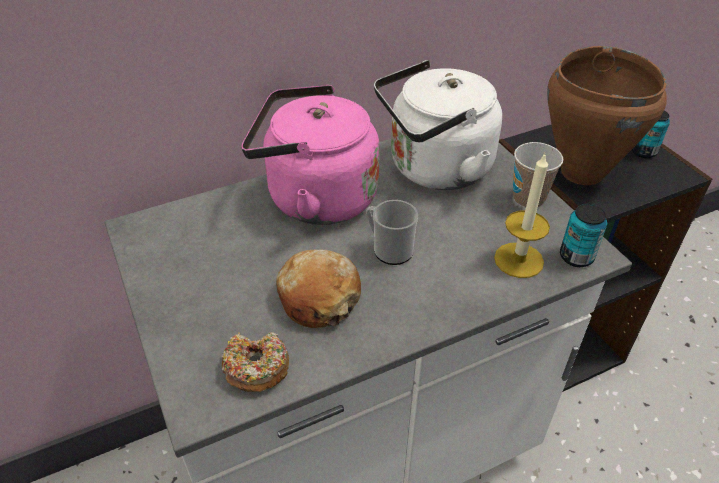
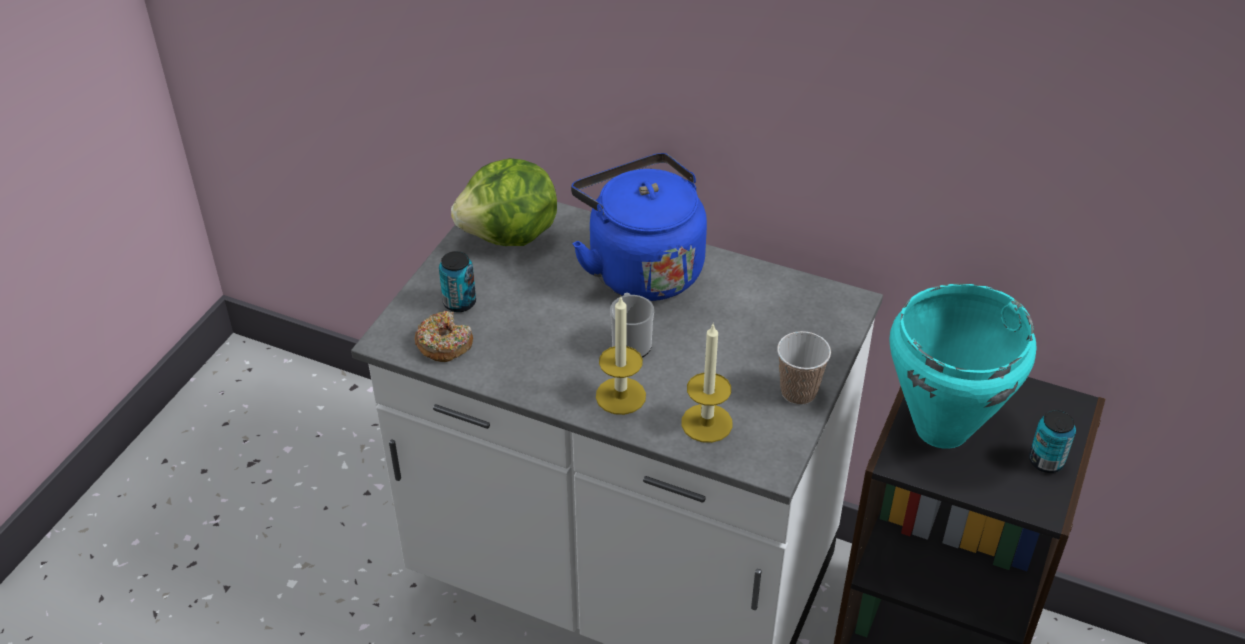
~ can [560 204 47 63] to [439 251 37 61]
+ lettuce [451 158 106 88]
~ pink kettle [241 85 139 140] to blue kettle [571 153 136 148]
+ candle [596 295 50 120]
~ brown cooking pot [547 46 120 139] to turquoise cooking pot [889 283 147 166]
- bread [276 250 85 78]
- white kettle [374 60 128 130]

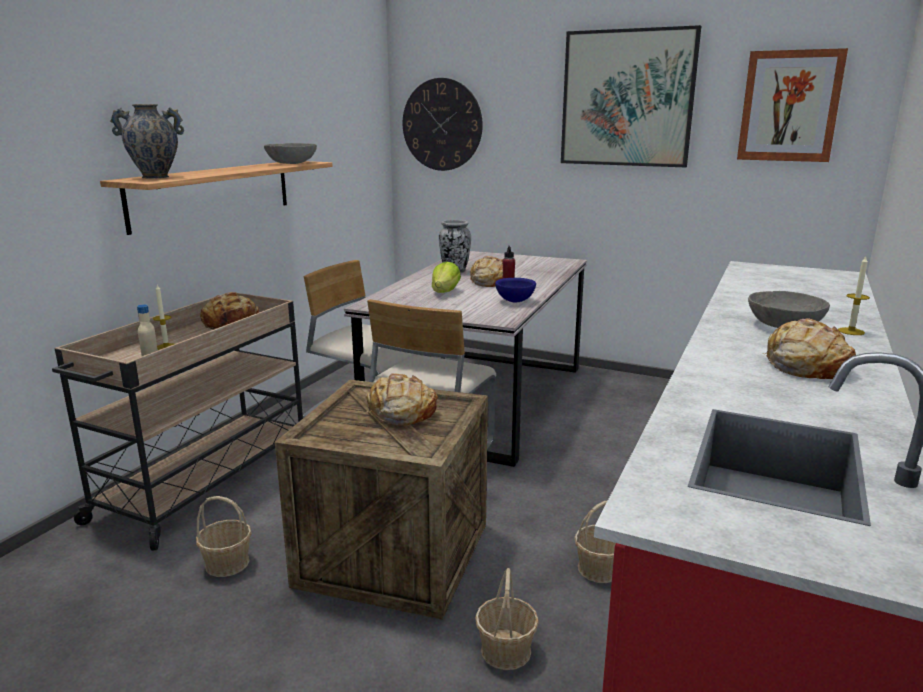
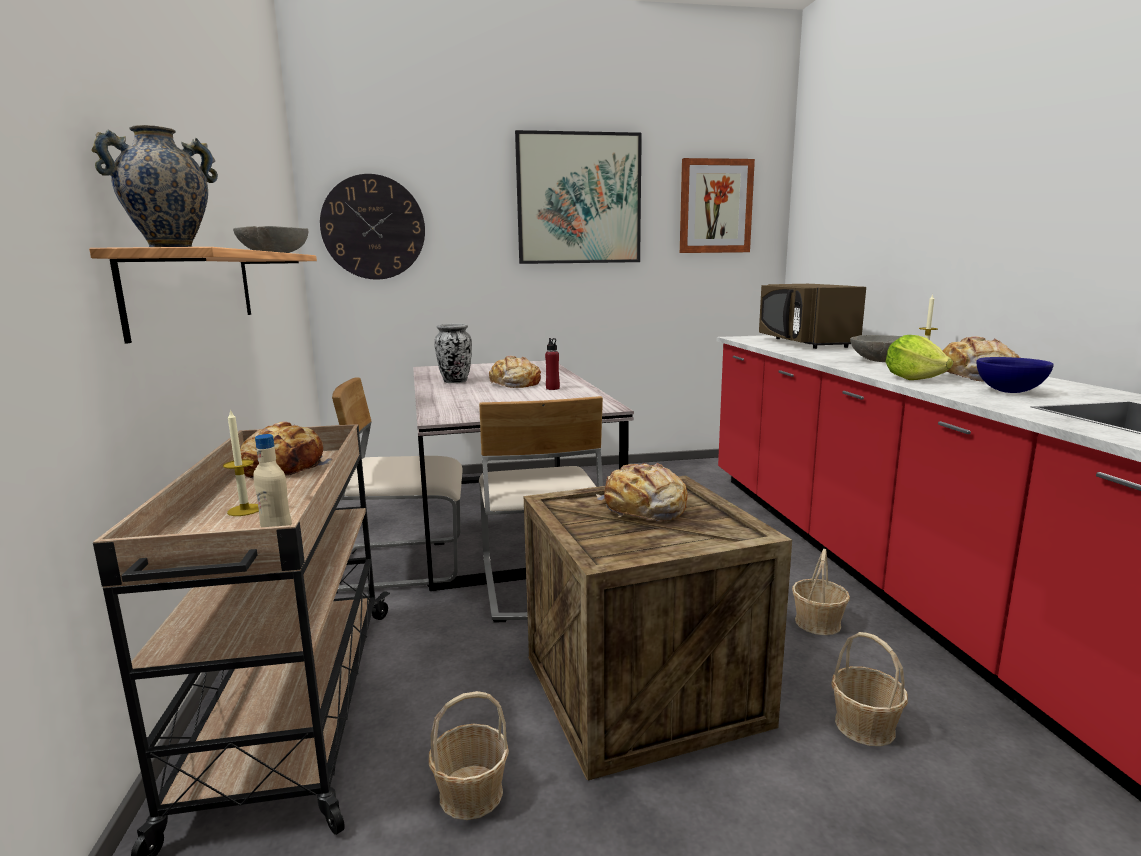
+ brown microwave [759 284 107 65]
~ lettuce [432 262 29 31] to [885 335 68 45]
~ blue bowl [495 278 41 24] to [977 357 77 36]

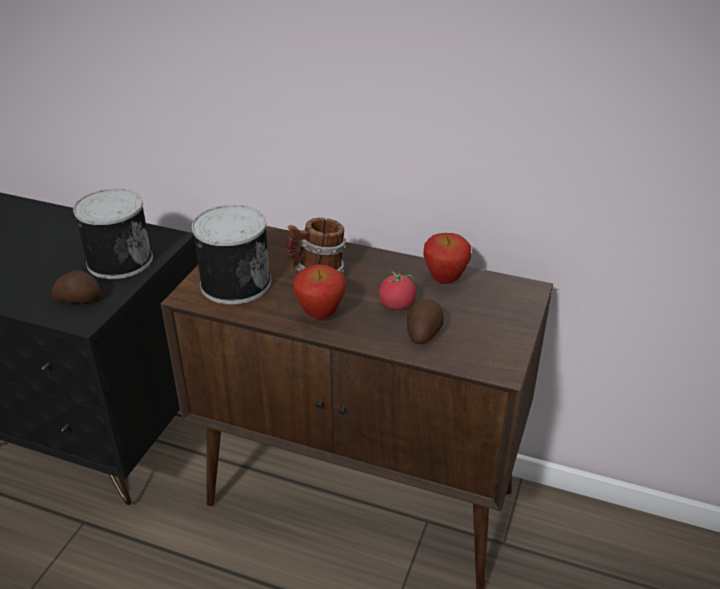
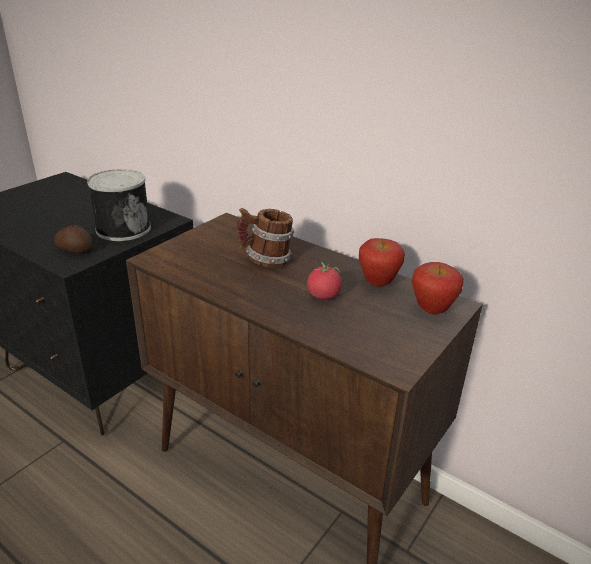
~ apple [294 264 52 55] to [412 262 52 52]
- can [192 204 79 100]
- potato [407 299 37 45]

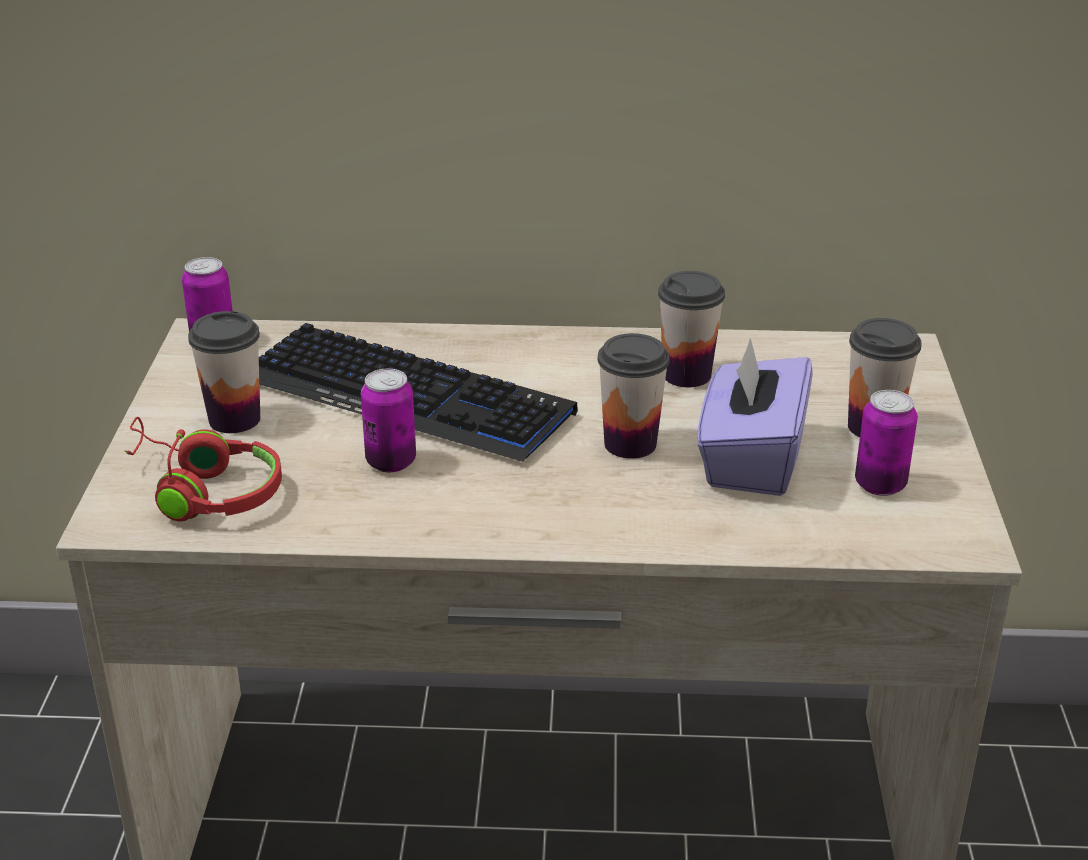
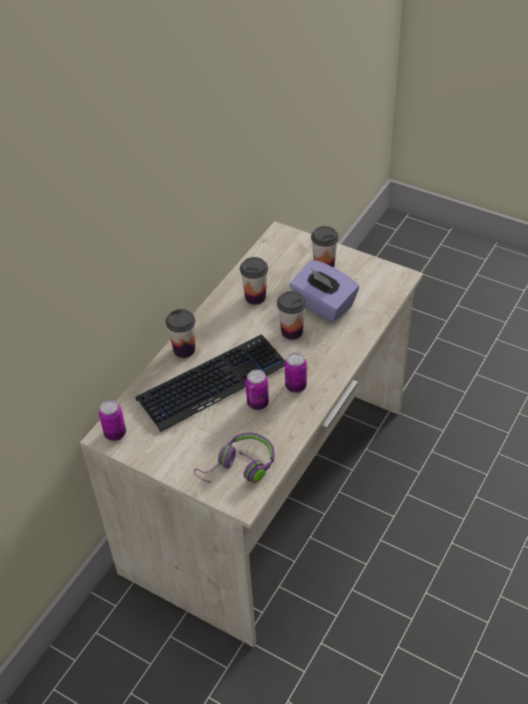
~ cup [188 311 72 122] to [166 309 29 49]
~ red headphones [125 417 157 105] to purple headphones [194 433 81 50]
~ can [855 390 63 106] to [285 353 22 40]

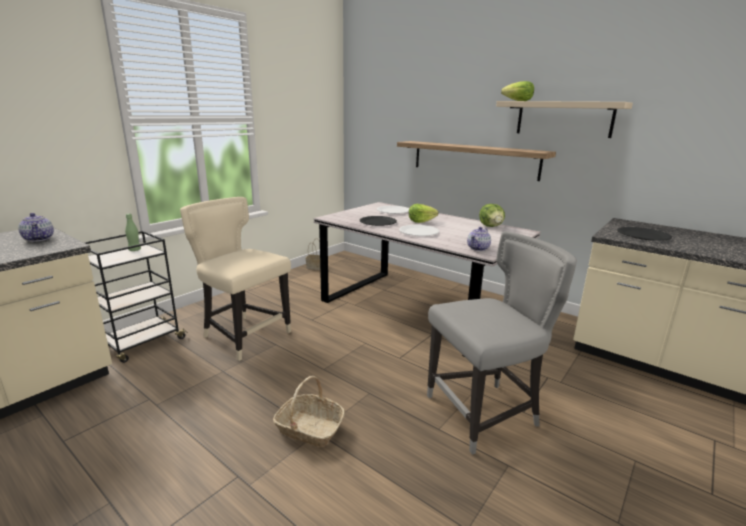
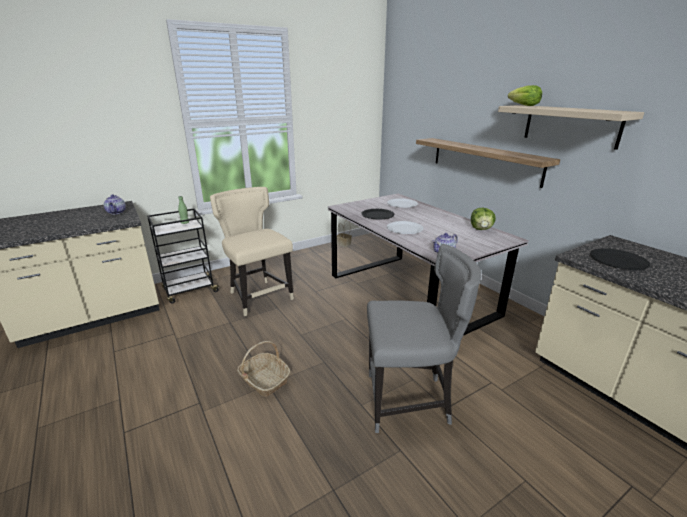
- lettuce [409 204 29 19]

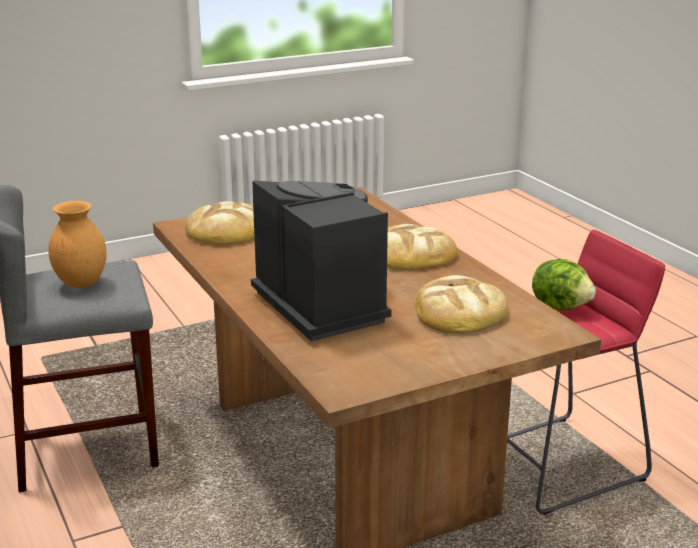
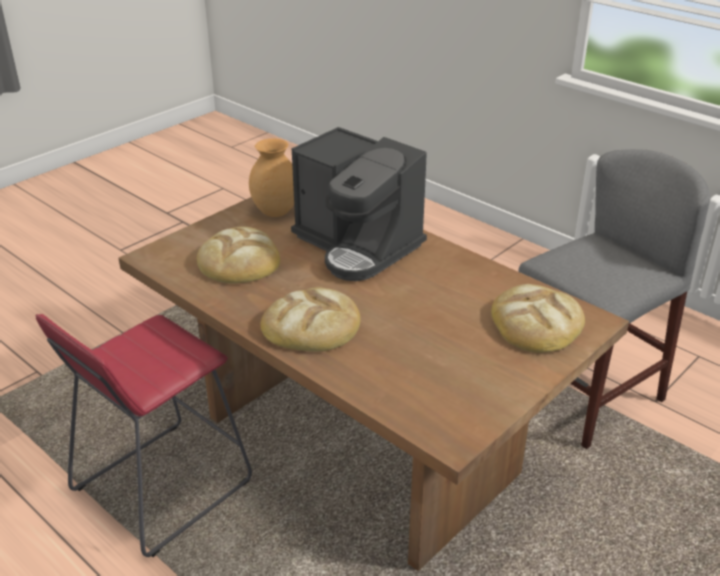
~ brown vase [48 201 59 87] to [249 138 45 79]
- lettuce [532 259 64 51]

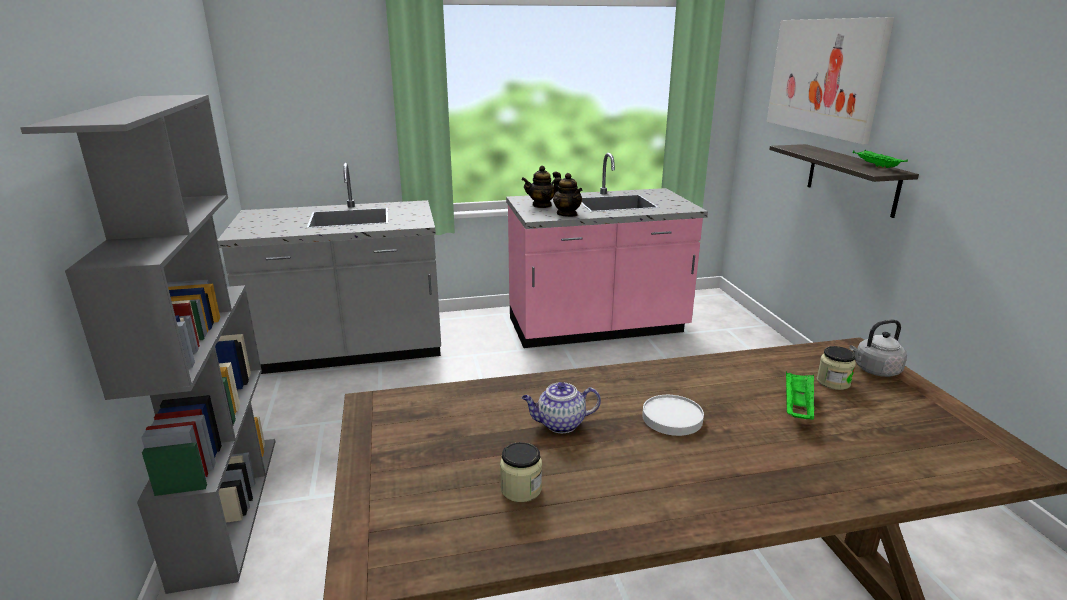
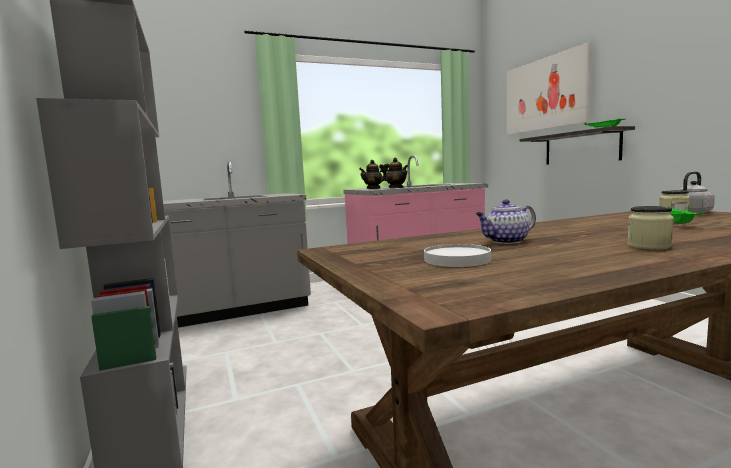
~ white plate [642 395 62 41] to [424 244 67 23]
~ jar [500 442 42 60] to [627 206 47 44]

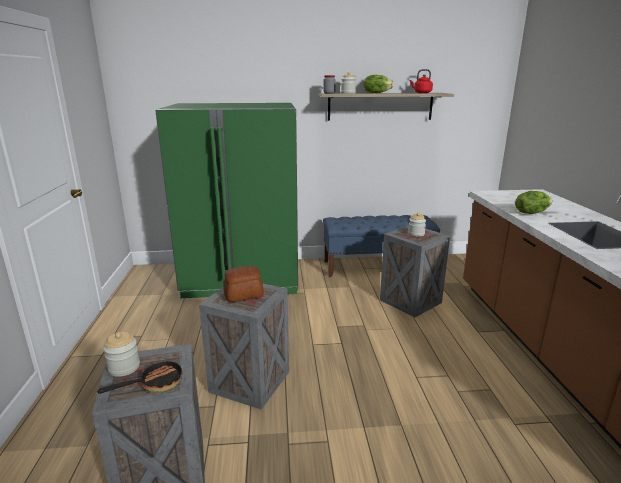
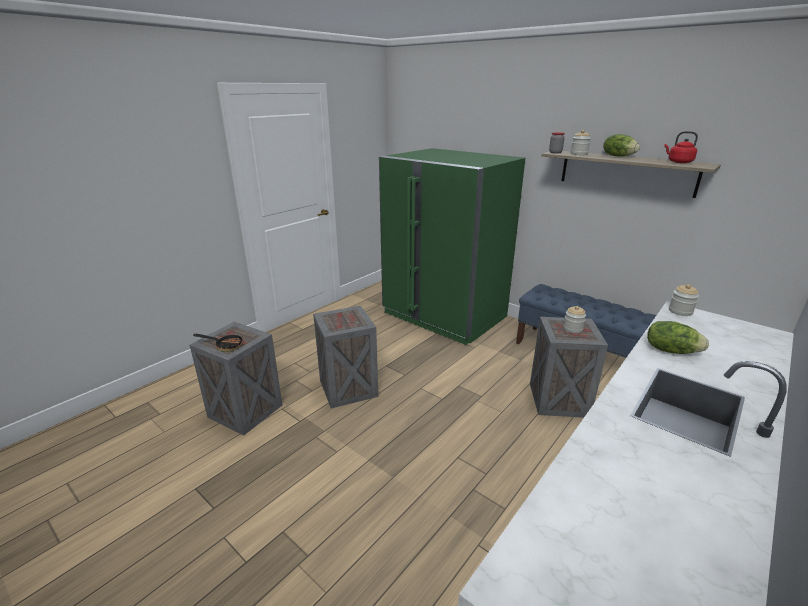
~ jar [103 332 37 45] to [669 284 30 32]
- bread [223 266 41 36]

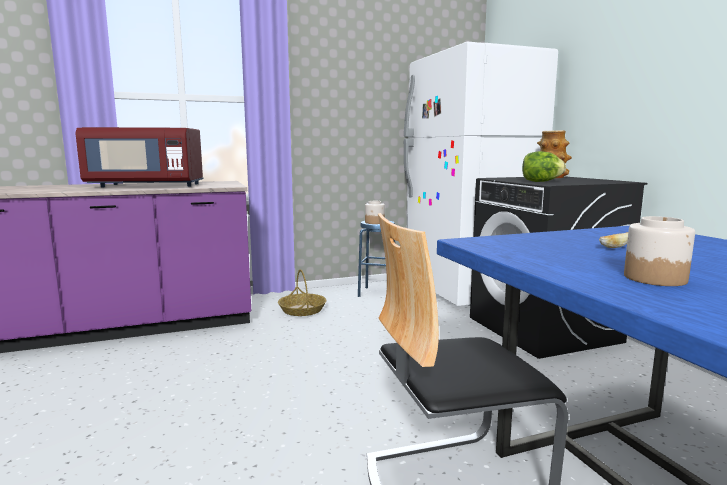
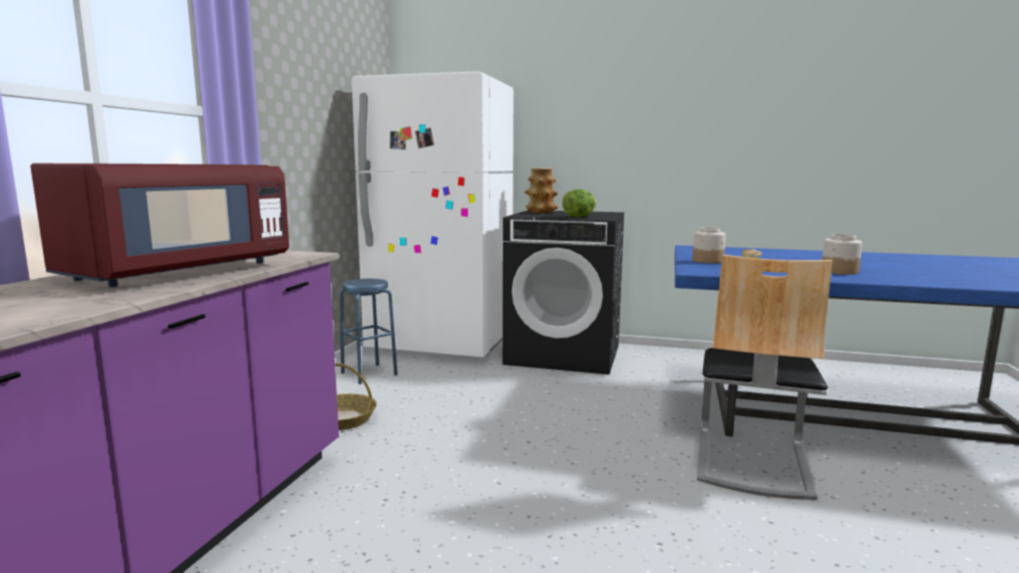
~ jar [365 201 20 23] to [692 227 34 36]

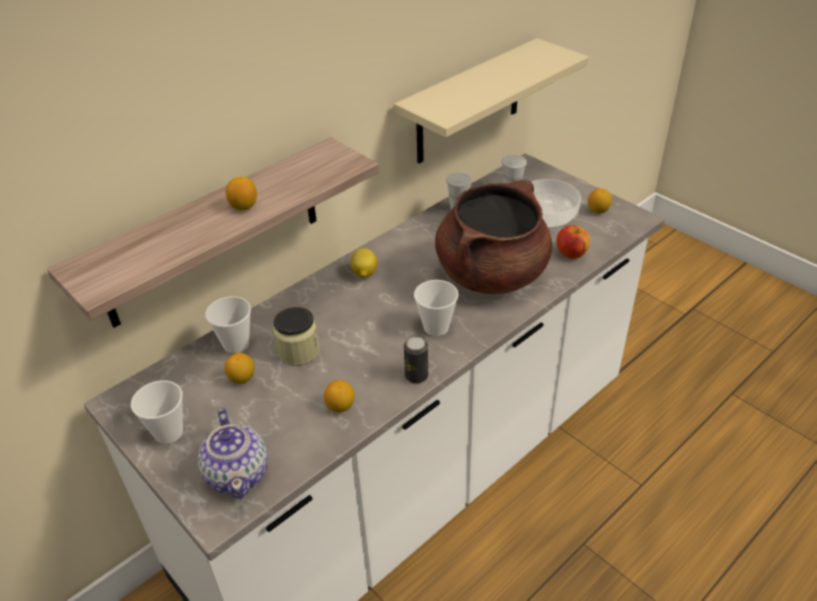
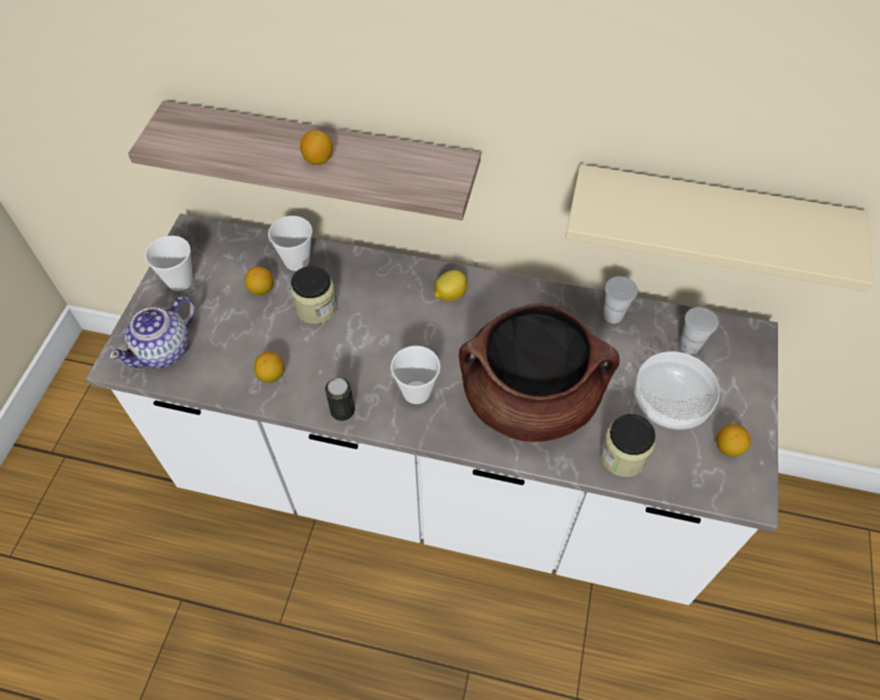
~ apple [556 225 34 34] to jar [600 414 55 63]

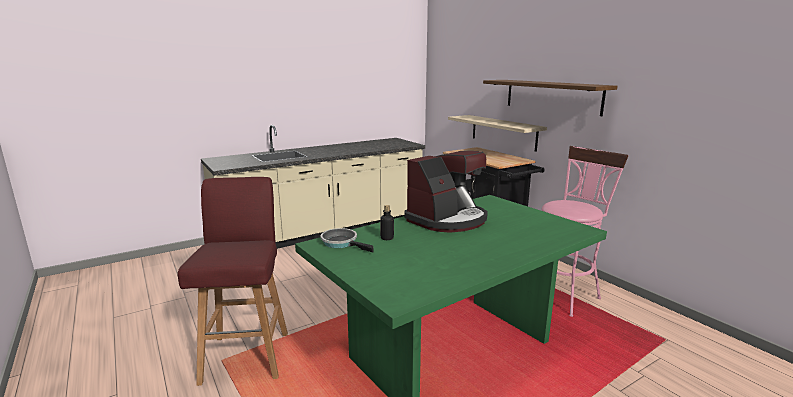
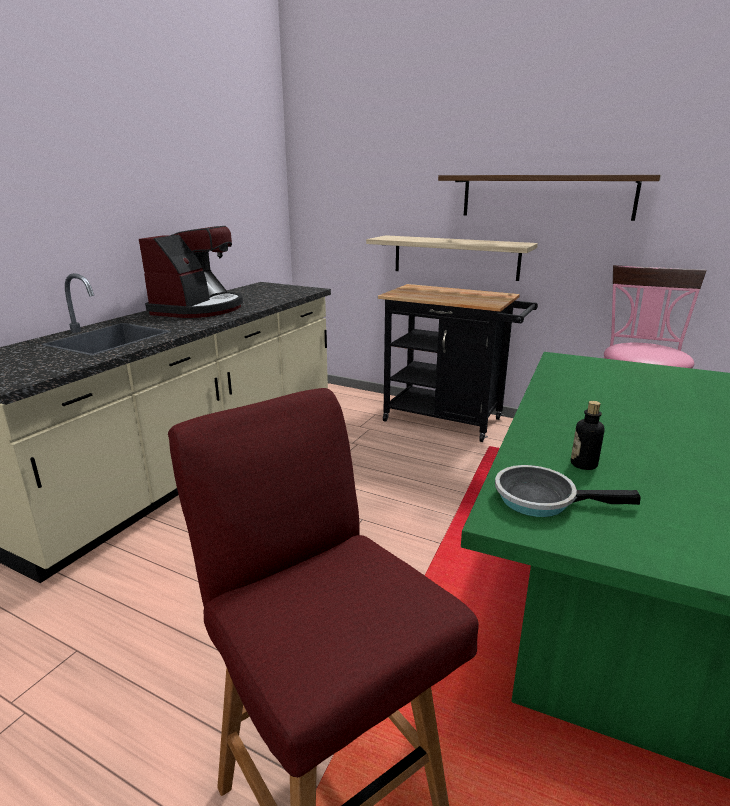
~ coffee machine [405 151 83 82] to [139 226 104 92]

